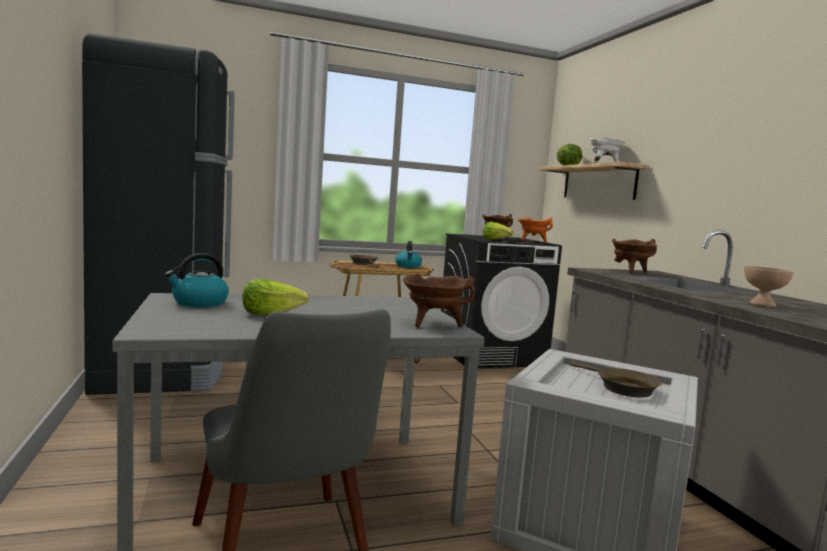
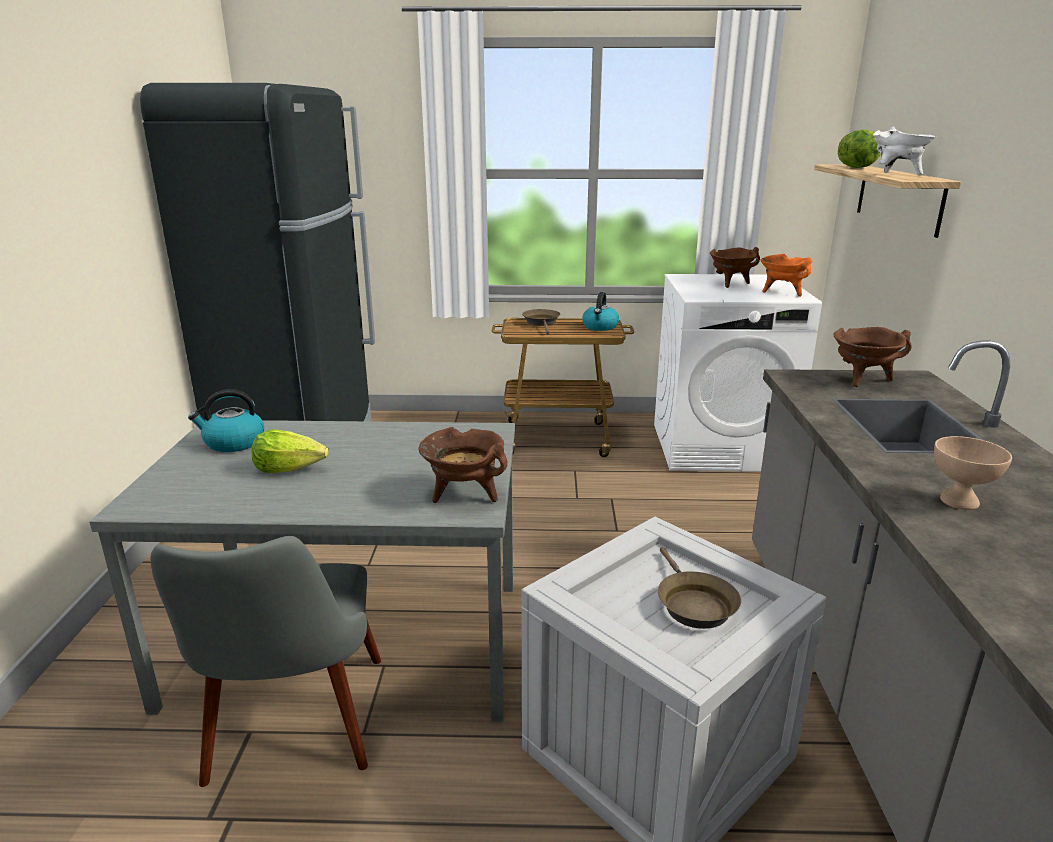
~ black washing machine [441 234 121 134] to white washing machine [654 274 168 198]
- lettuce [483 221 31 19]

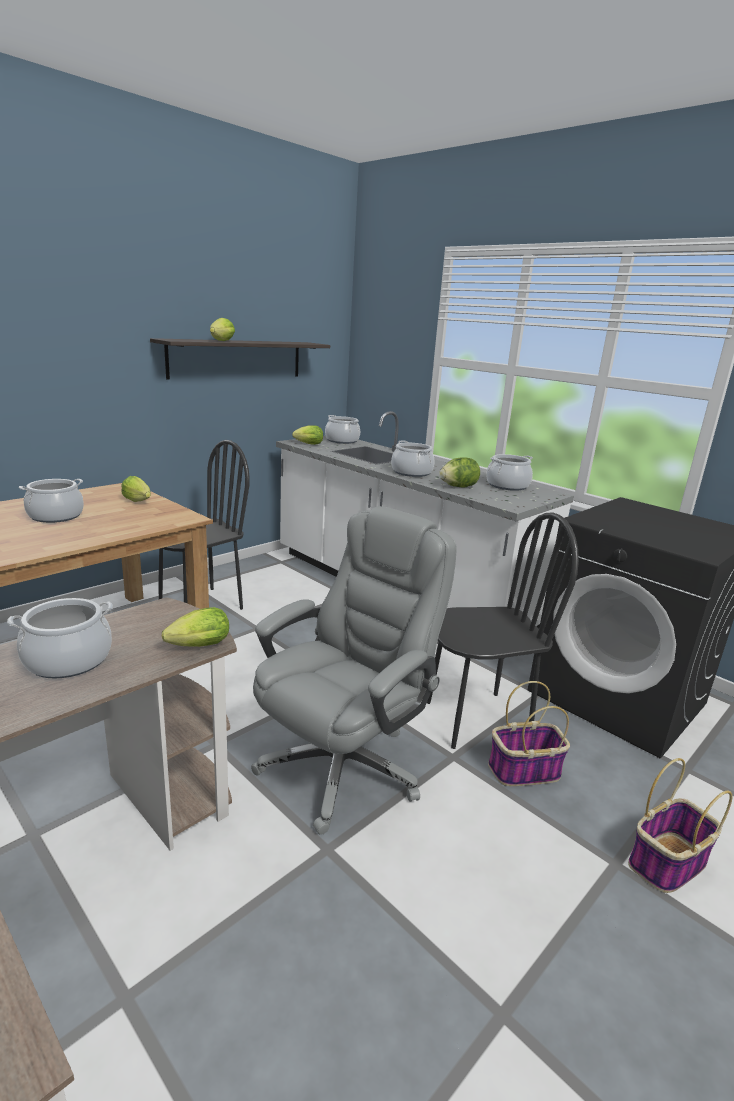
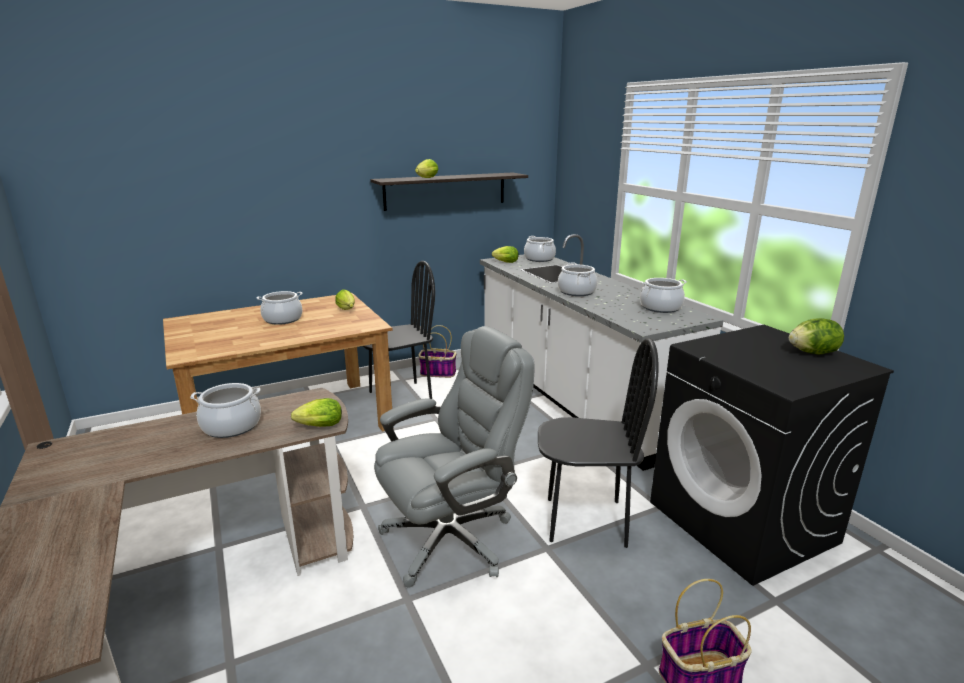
~ basket [488 681 82 105] to [419 325 38 53]
~ lettuce [439 457 41 31] to [789 318 55 37]

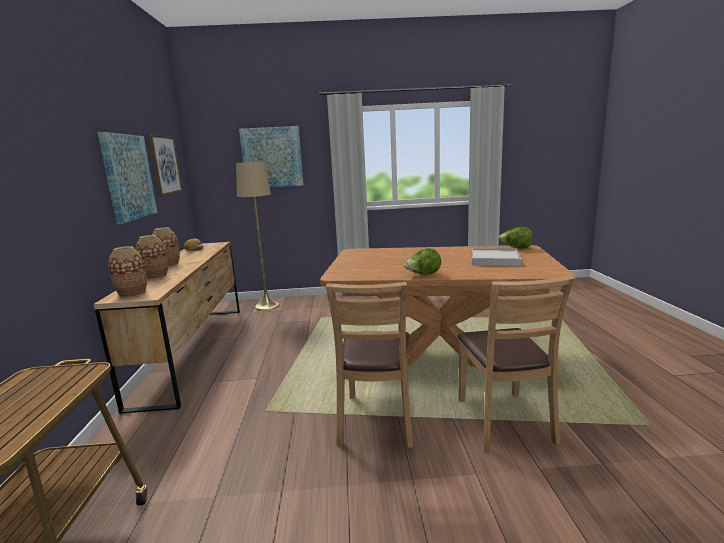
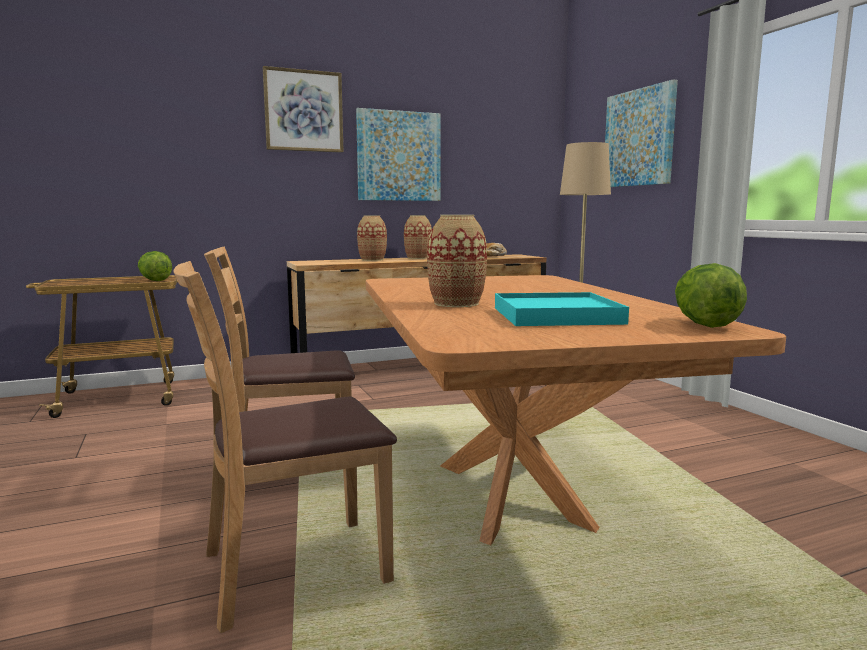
~ lettuce [404 248 37 27] to [138 251 34 30]
~ picture [148 135 35 61] to [263 66 81 86]
~ vase [108 246 39 52] to [427 215 60 92]
~ white tray [472 248 49 18] to turquoise tray [495 292 134 34]

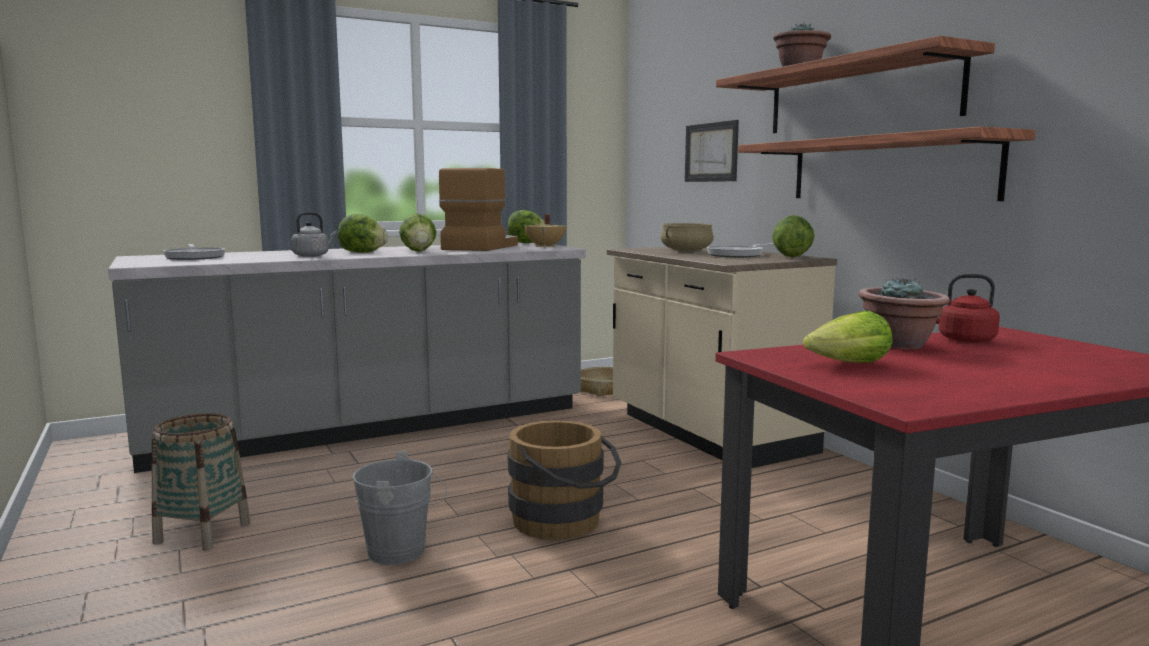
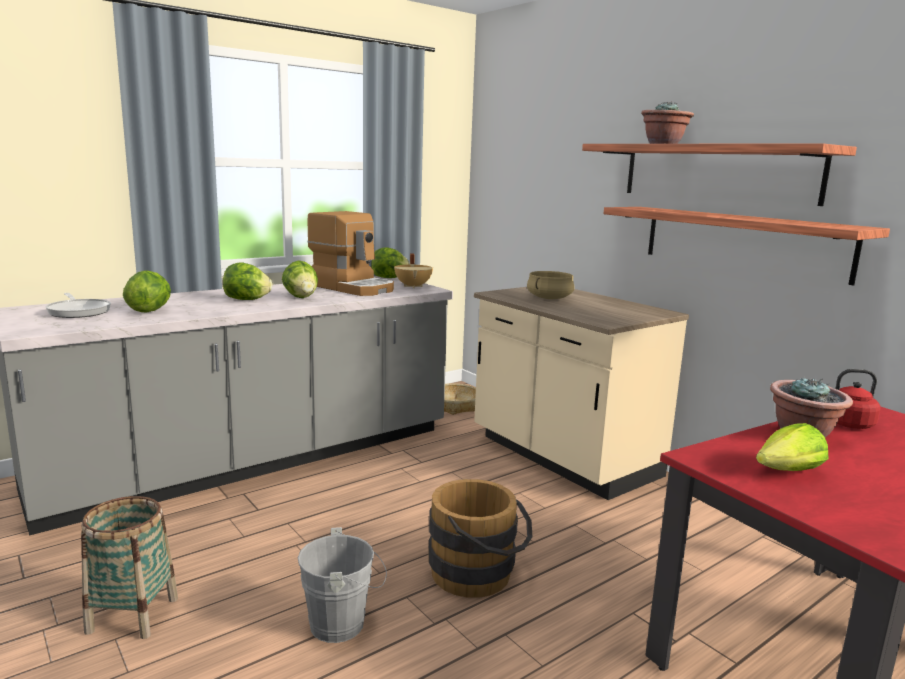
~ lettuce [772 215 43 42] to [123 270 48 42]
~ coffee machine [439 168 79 83] = [308 211 86 85] 120 degrees clockwise
- grey kettle [291 212 46 45]
- picture [685 120 54 62]
- frying pan [707 244 67 13]

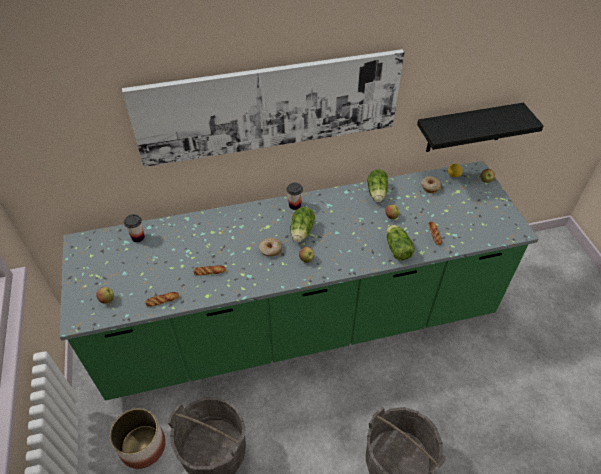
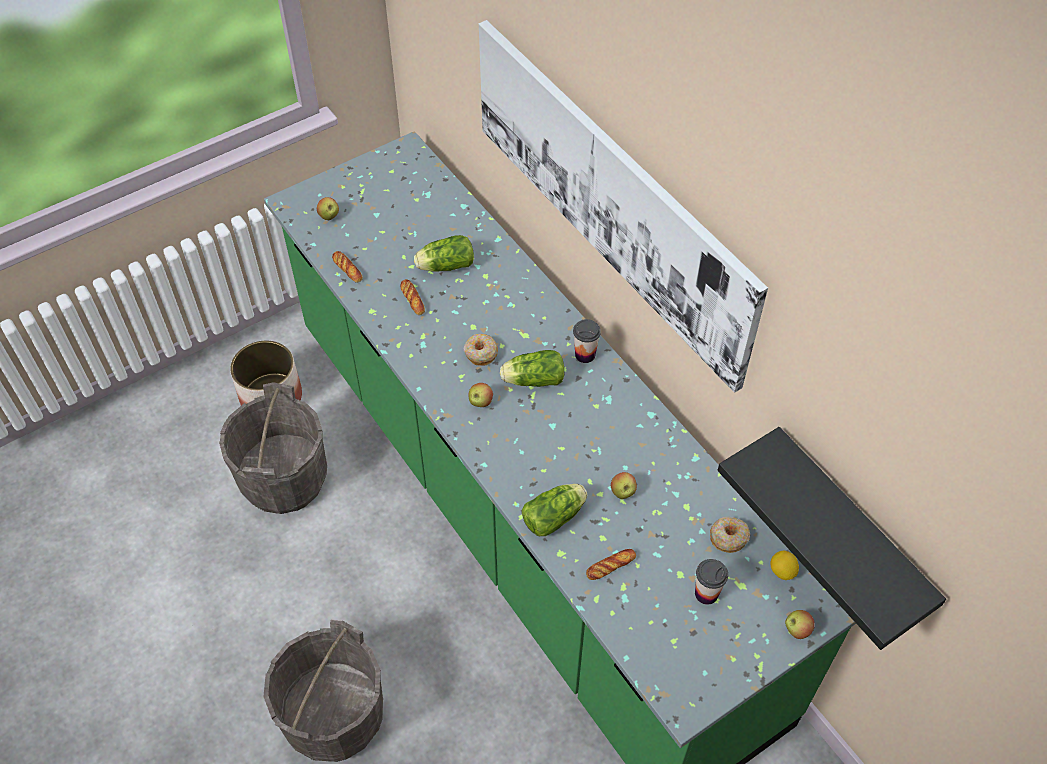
~ lettuce [367 169 21 33] to [414 235 60 37]
~ cup [124 214 21 28] to [695 559 33 46]

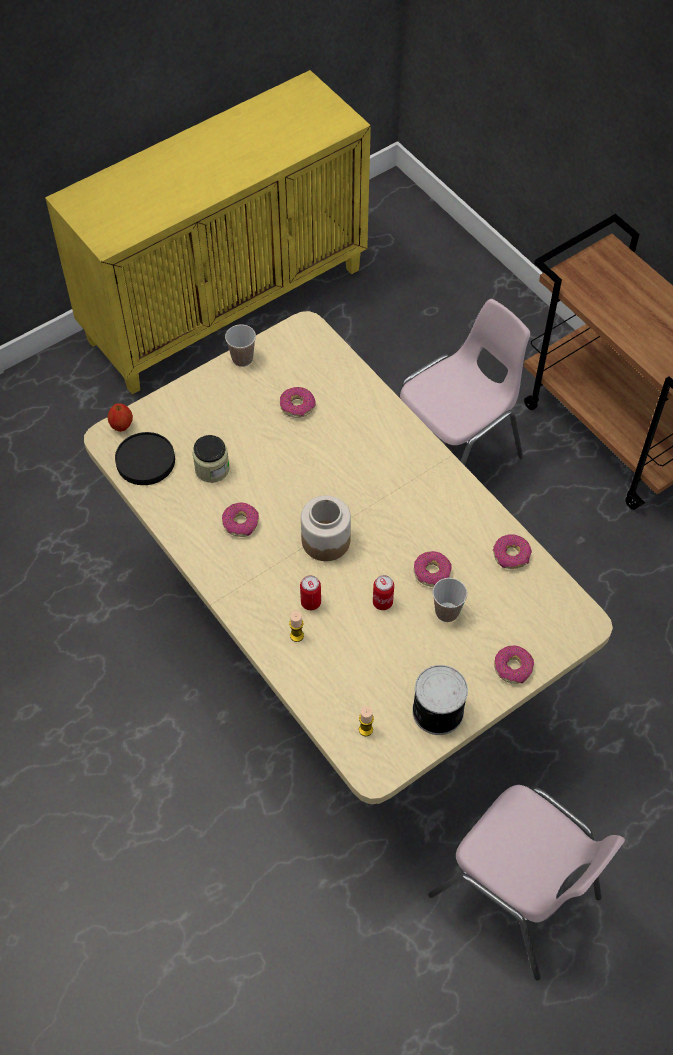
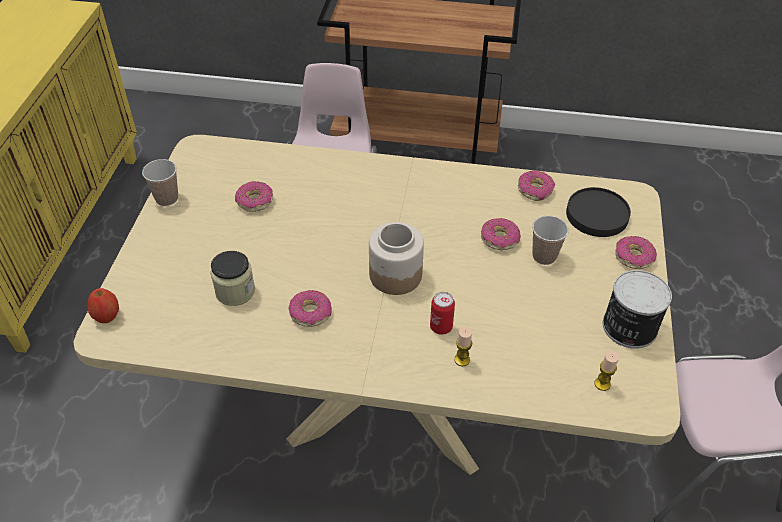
~ black plate [115 432 60 53] to [566 187 65 50]
- can [373 575 21 35]

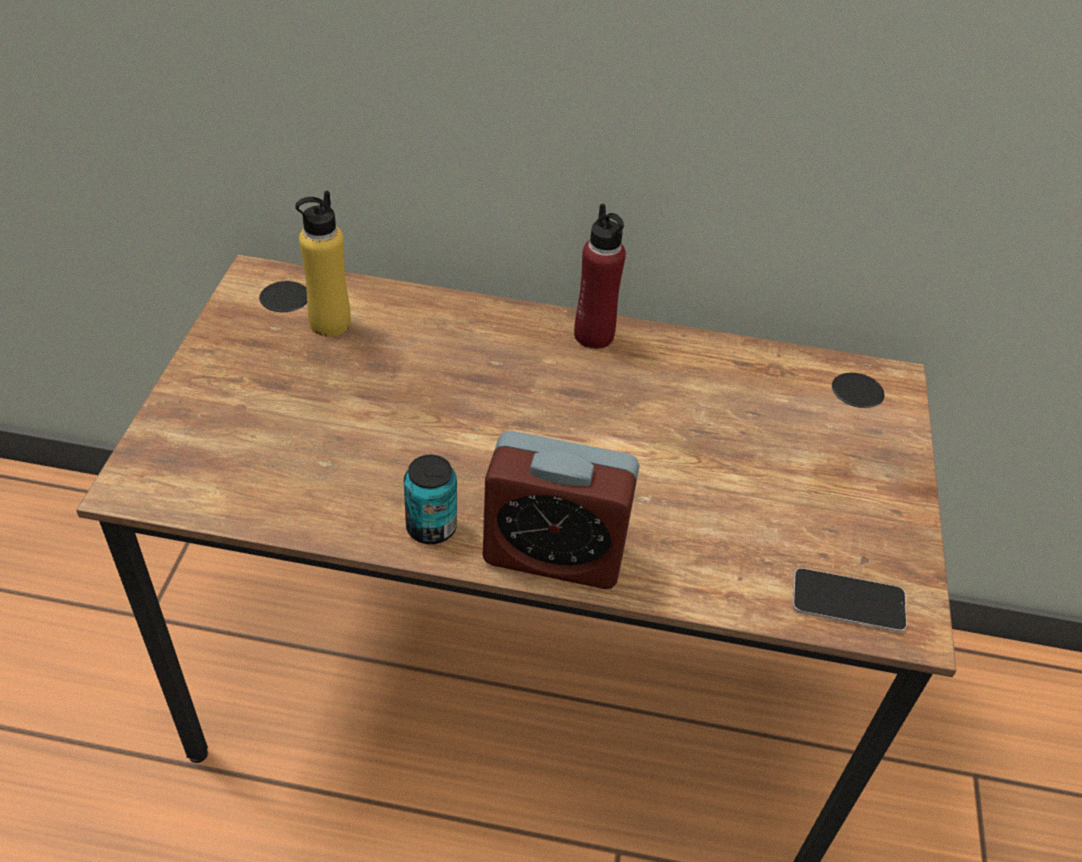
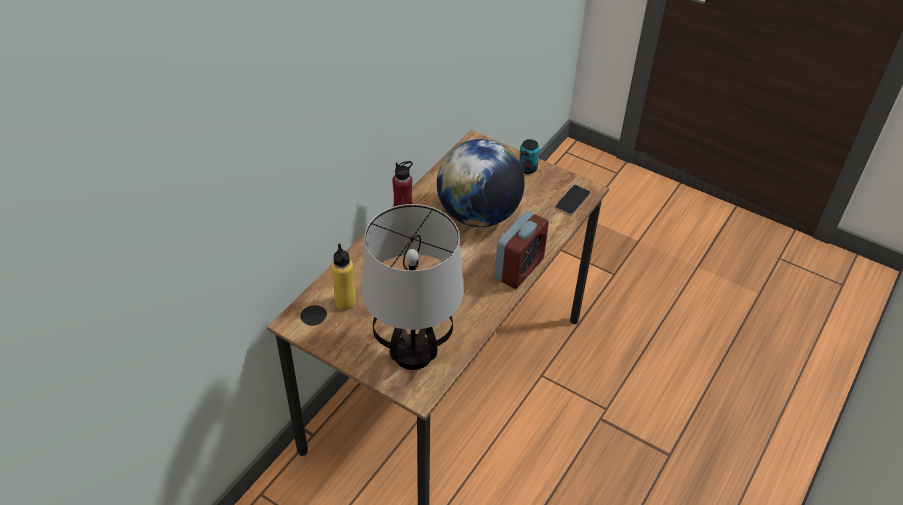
+ table lamp [362 204 101 166]
+ globe [437 139 88 88]
~ can [404 455 53 89] to [519 139 21 35]

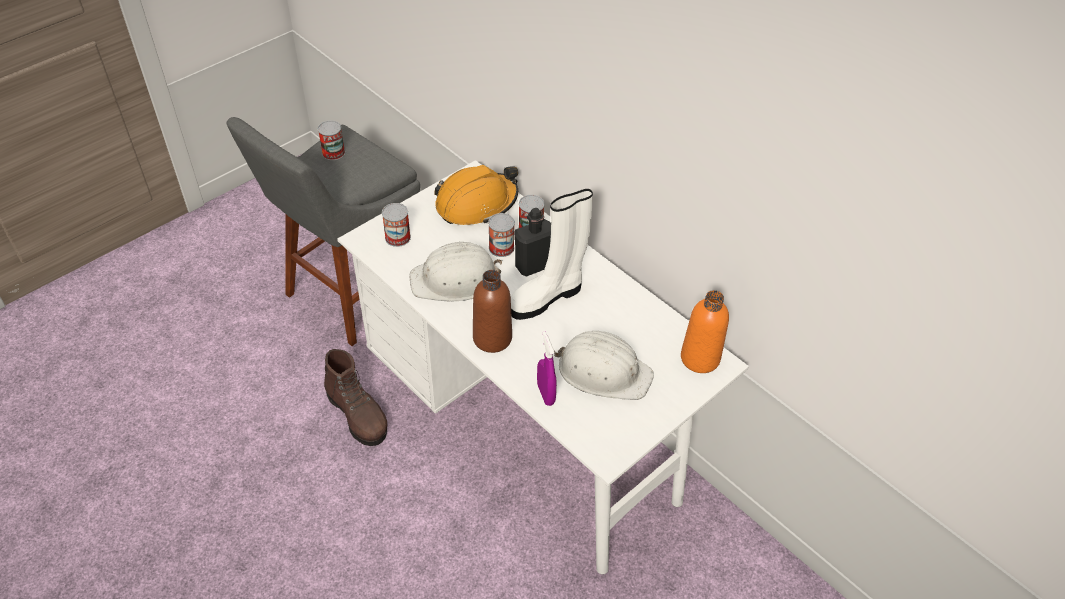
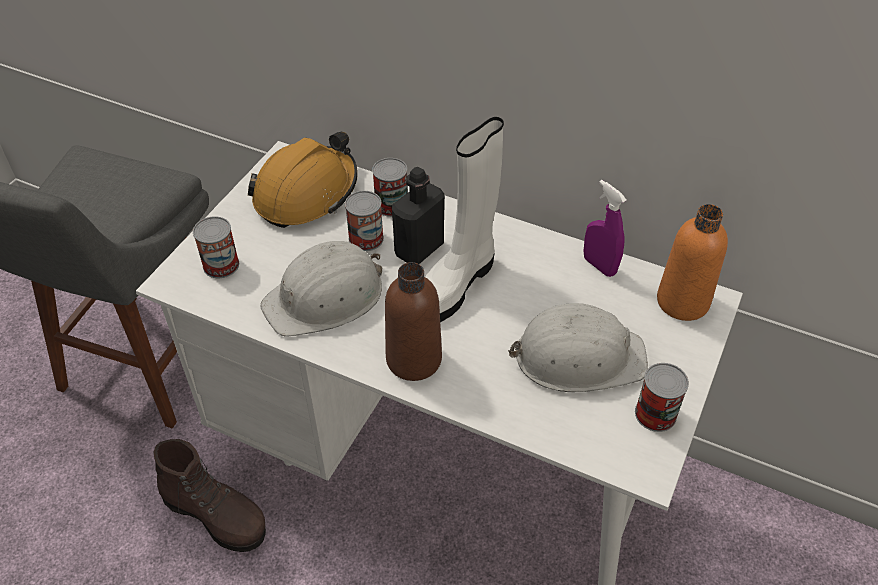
~ purple spray bottle [537 331 20 75] to [583 180 44 97]
~ can [318 120 27 40] to [635 363 54 69]

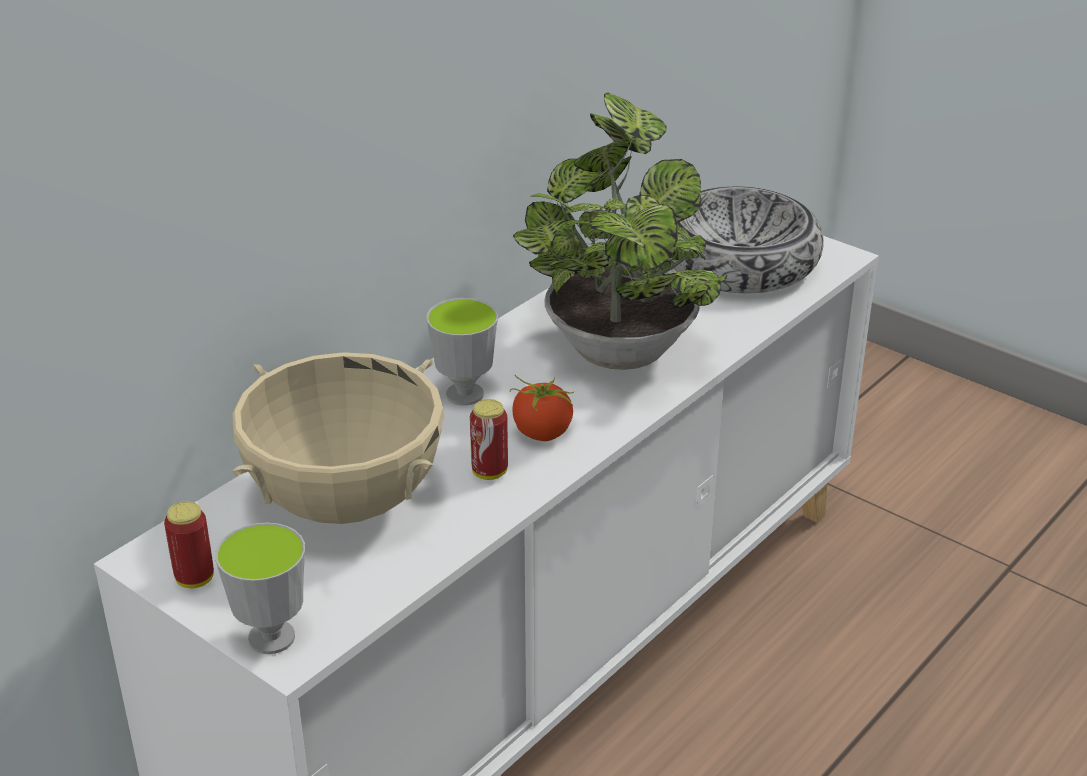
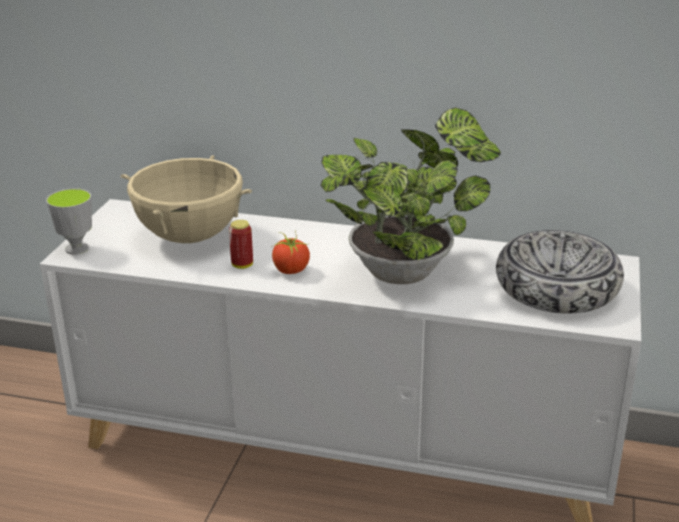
- can [164 501 50 87]
- cup [426 298 72 107]

